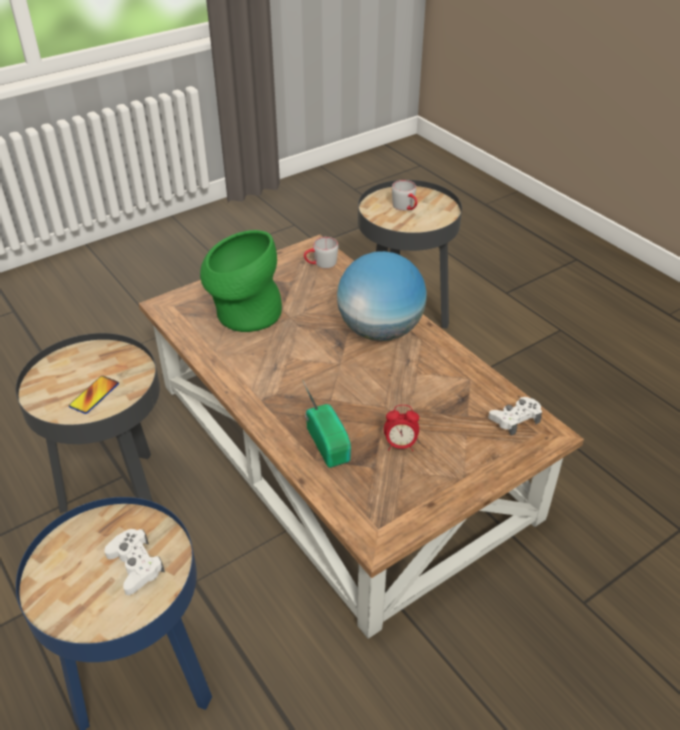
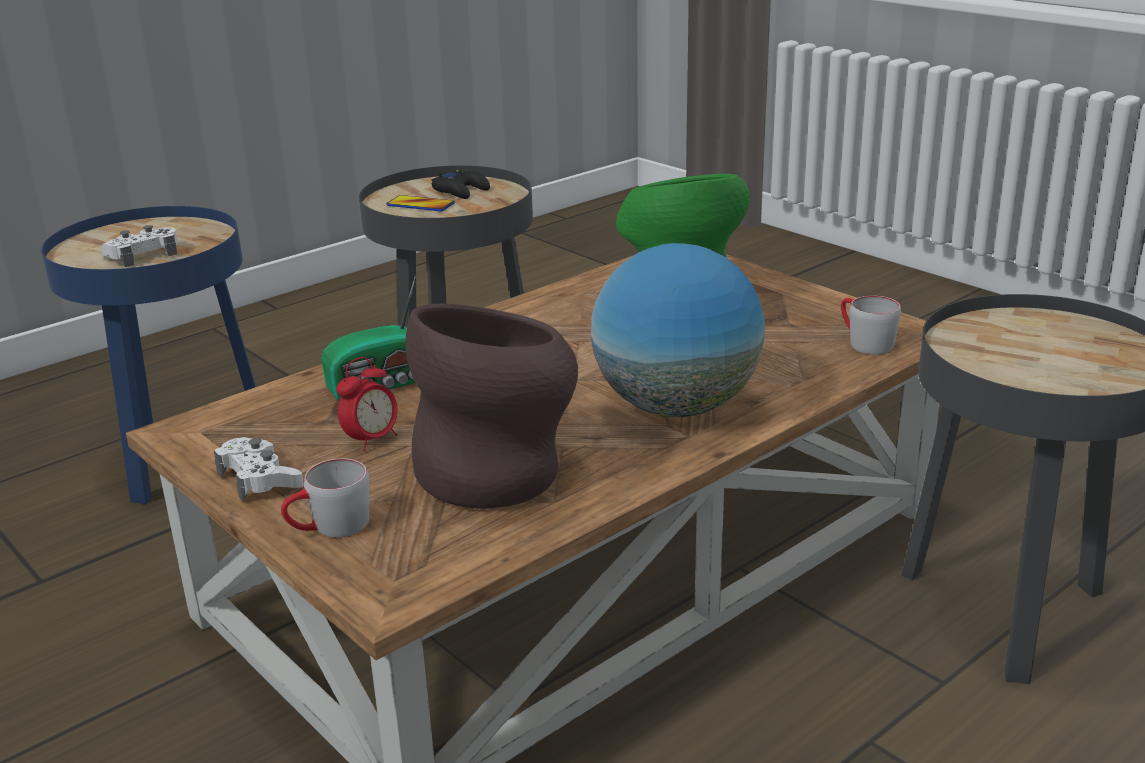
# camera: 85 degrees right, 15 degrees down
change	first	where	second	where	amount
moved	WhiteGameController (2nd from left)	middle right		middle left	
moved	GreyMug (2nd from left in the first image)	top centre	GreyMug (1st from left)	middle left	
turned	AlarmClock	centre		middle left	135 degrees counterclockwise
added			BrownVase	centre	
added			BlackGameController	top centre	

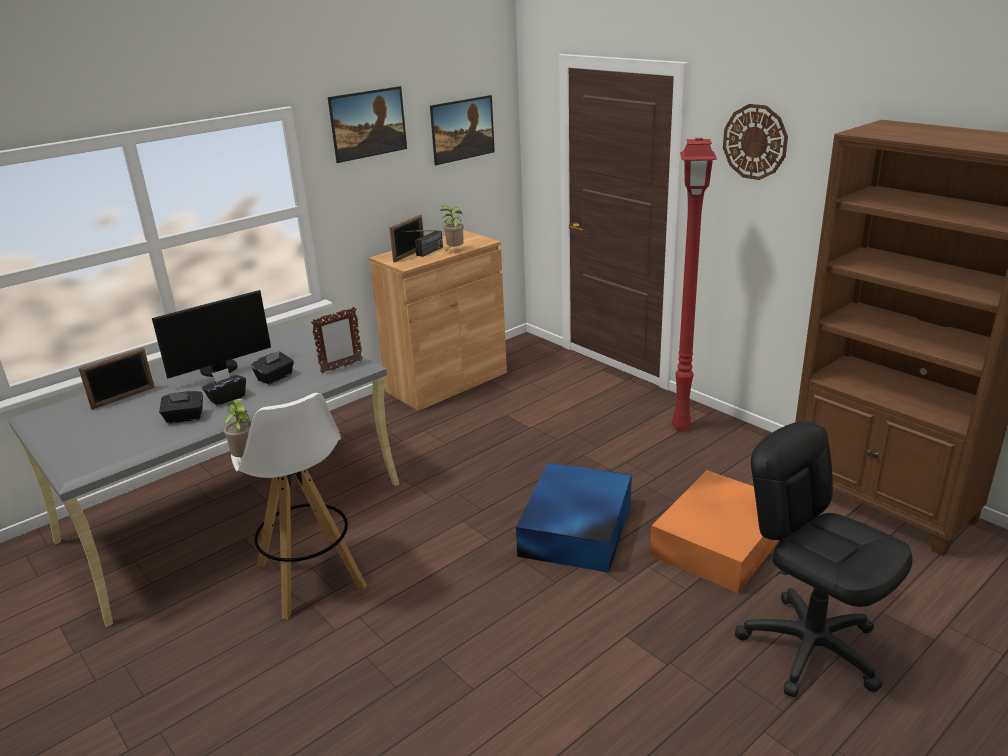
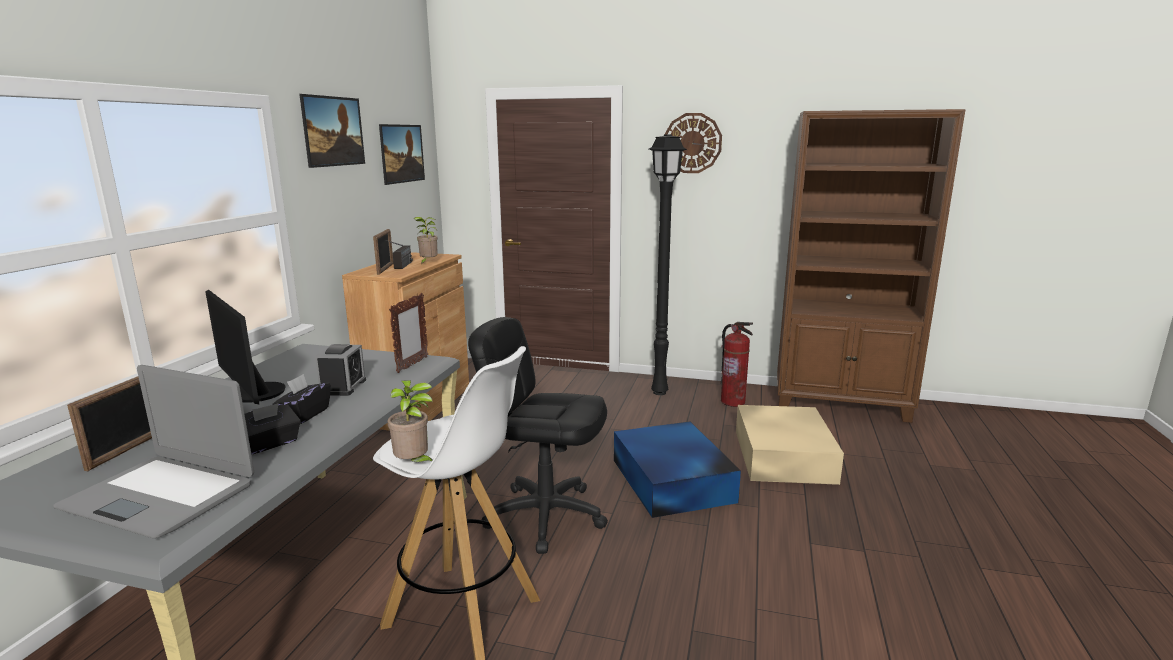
# camera: 35 degrees left, 10 degrees down
change	first	where	second	where	amount
added			Laptop	bottom left	
turned	Monitor	middle left		middle left	120 degrees clockwise
replaced	BlackTissueBox (3rd from left)	middle left	AlarmClock	middle left	
moved	BlackOfficeChair	bottom right		centre	
recoloured	RedFloorLamp	middle right	BlackFloorLamp	centre	
added			FireExtinguisher	centre	
recoloured	OrangeStorageBox	bottom right	BeigeStorageBox	bottom right	

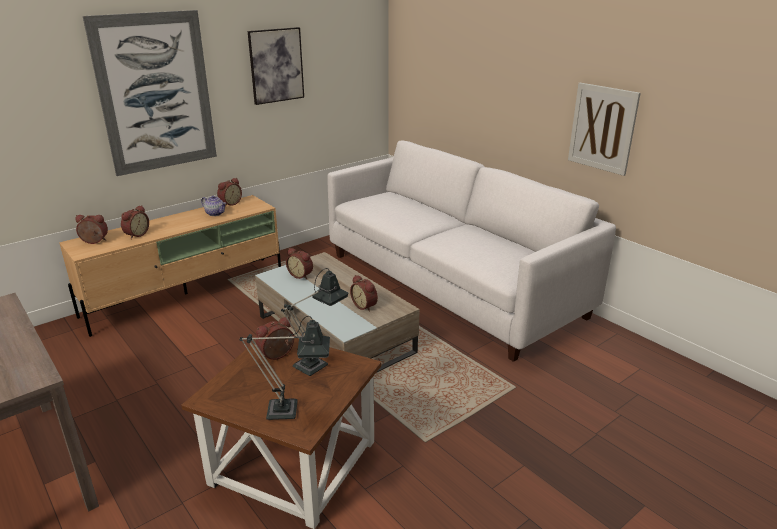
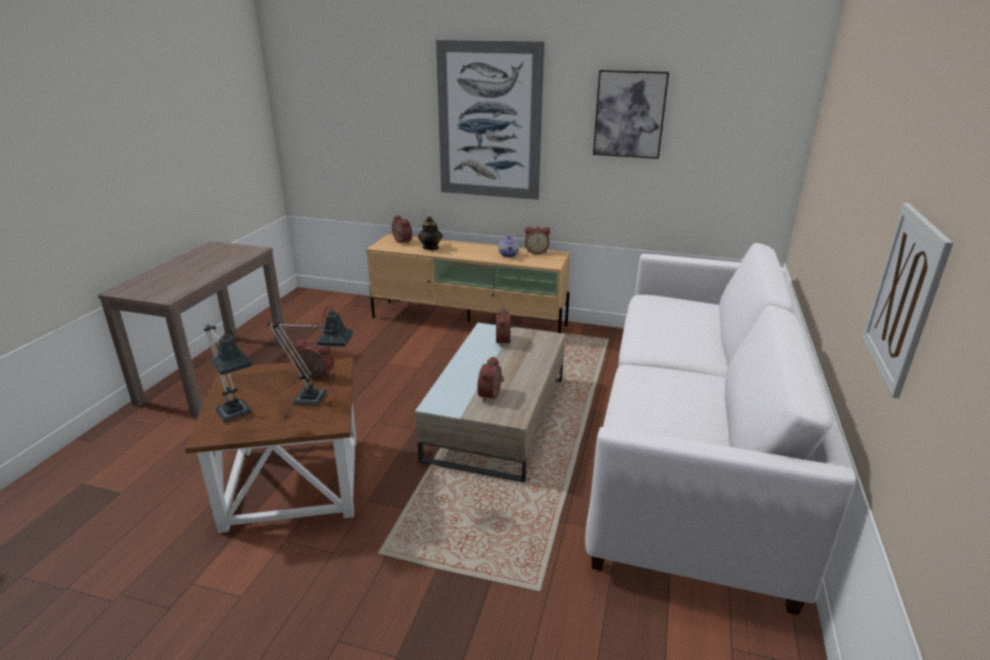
# camera: 55 degrees right, 0 degrees up
change	first	where	second	where	amount
replaced	AlarmClock (2nd from left)	middle left	Teapot (1st from left)	centre	

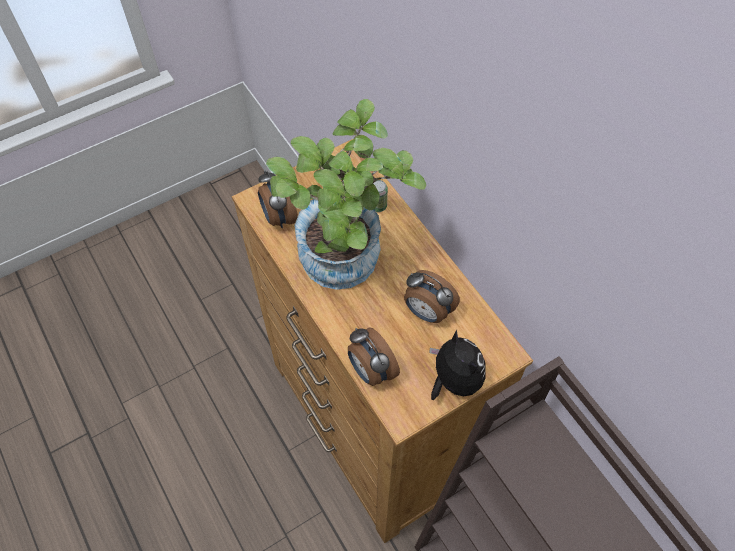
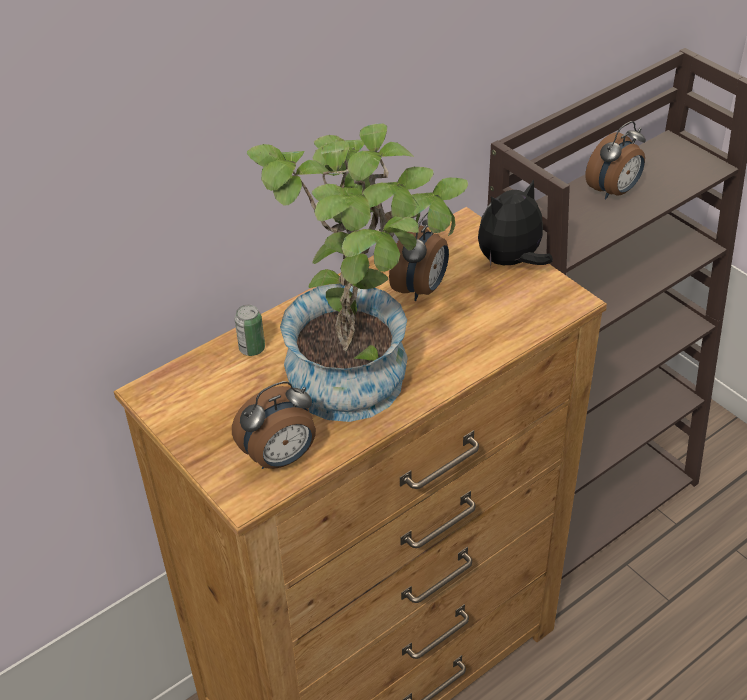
# camera: 95 degrees left, 15 degrees down
change	first	where	second	where	amount
moved	AlarmClock (2nd from left in the first image)	centre	AlarmClock (3rd from left)	top right	

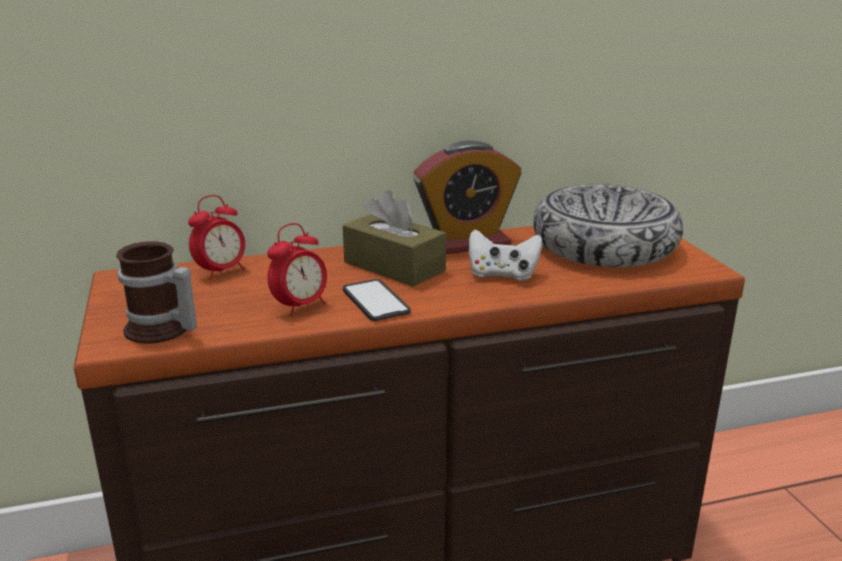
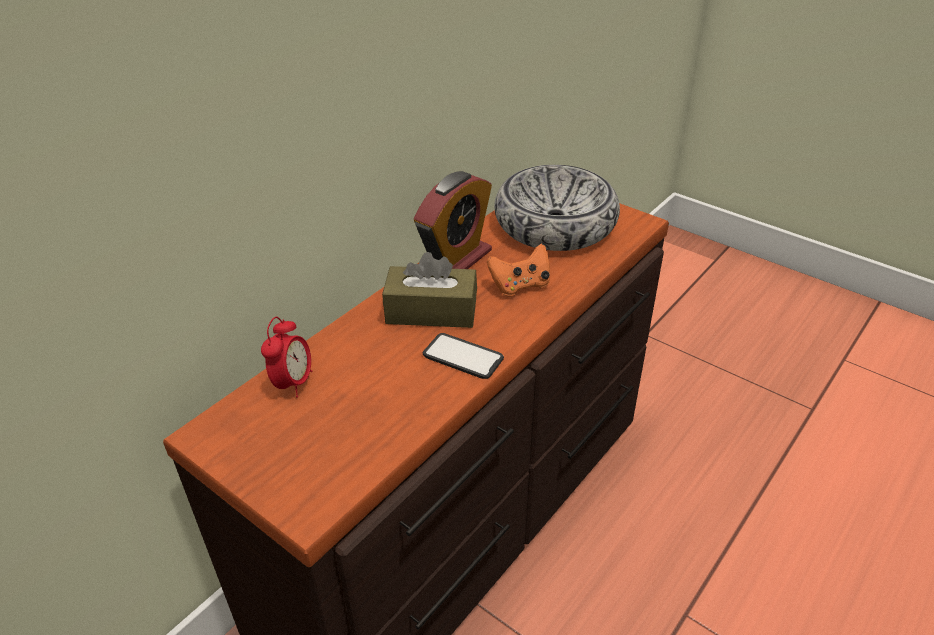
# camera: 35 degrees left, 15 degrees up
change	first	where	second	where	amount
recoloured	WhiteGameController	centre	OrangeGameController	centre	
removed	Mug	middle left			
removed	AlarmClock (2nd from left)	centre			

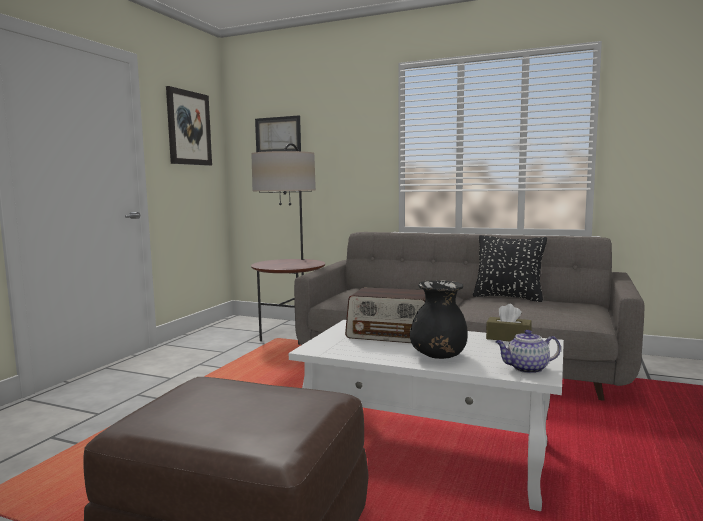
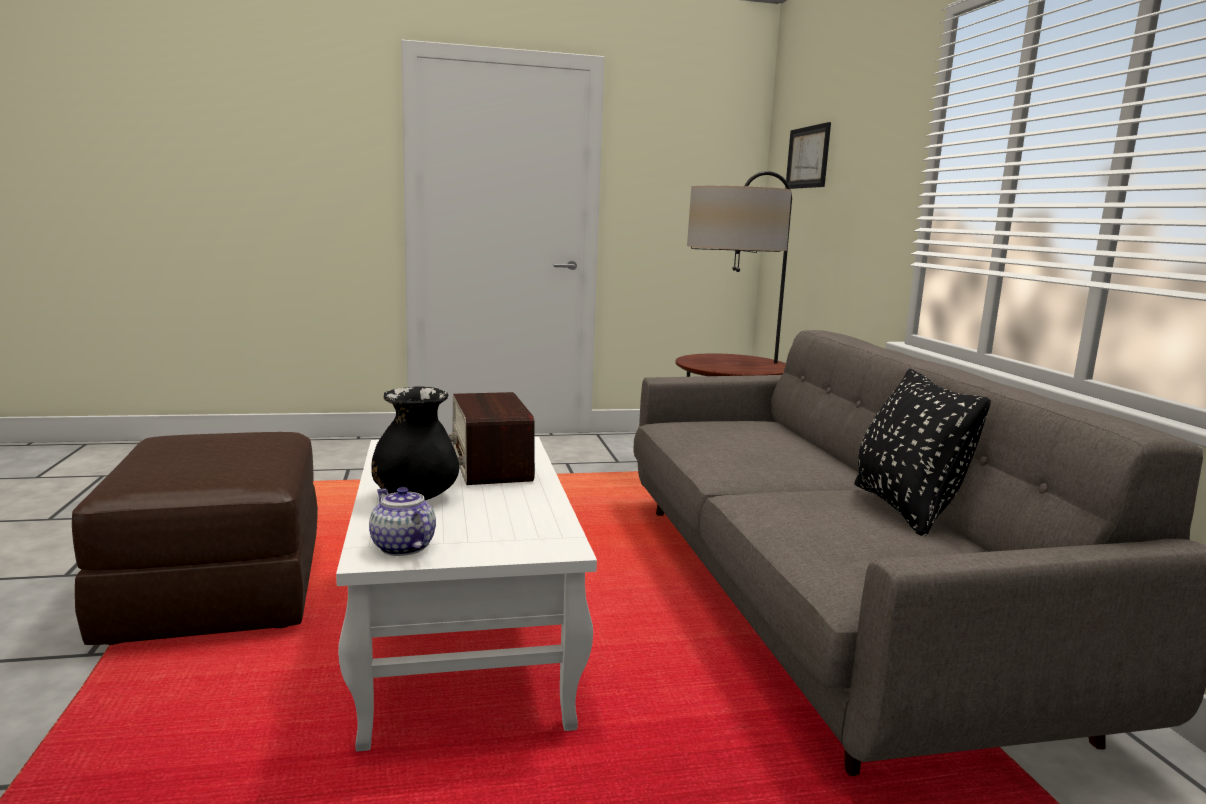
# camera: 55 degrees right, 5 degrees up
change	first	where	second	where	amount
removed	Picture (1st from left)	top left			
removed	BrownTissueBox	middle right			

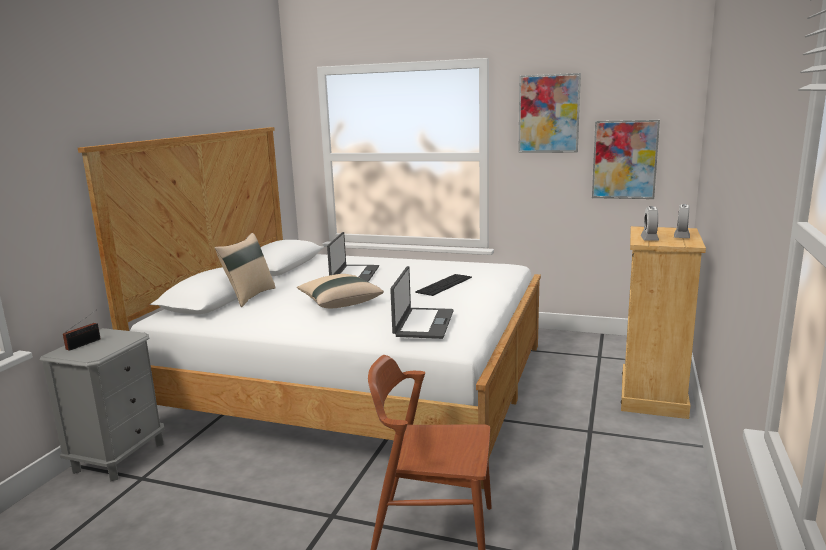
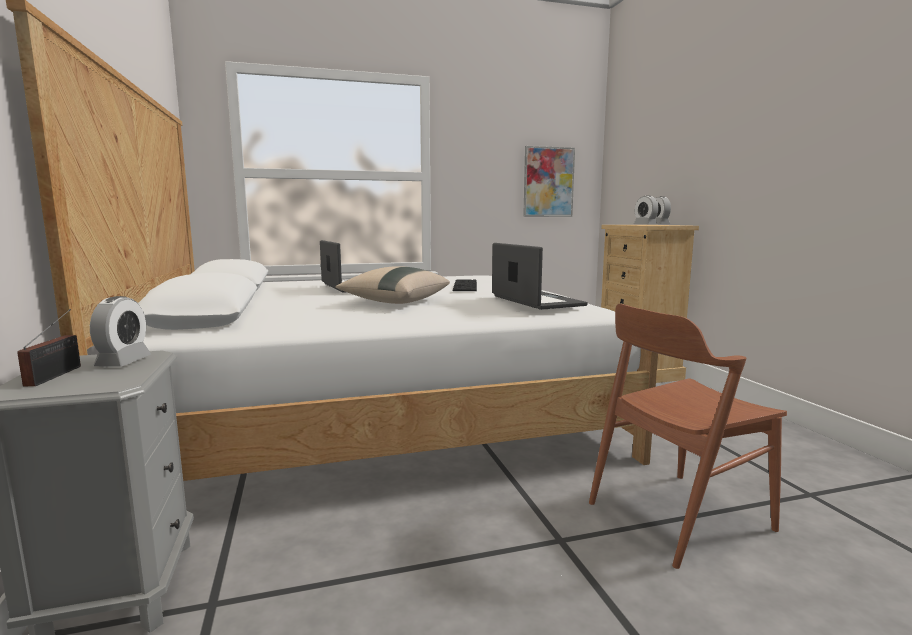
# camera: 35 degrees left, 5 degrees down
change	first	where	second	where	amount
added			AlarmClock (1st from left)	middle left	
removed	BeigePillow (1st from left)	middle left			
removed	Picture (1st from left)	top centre			

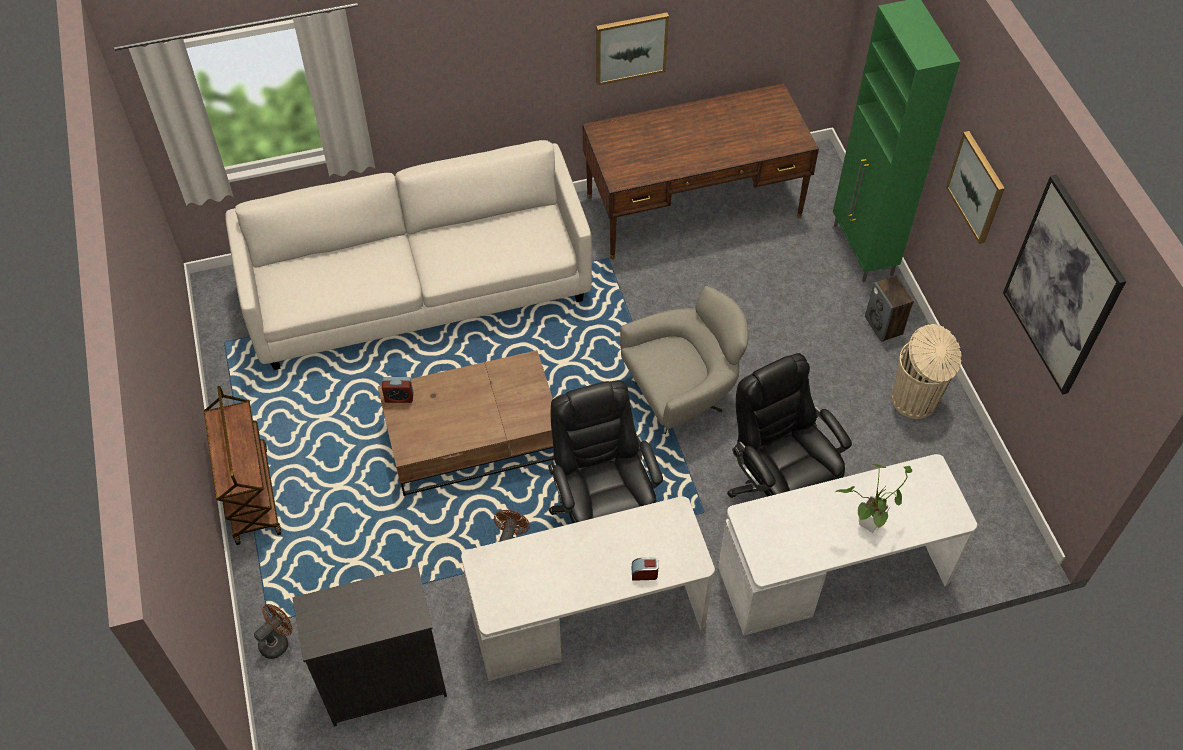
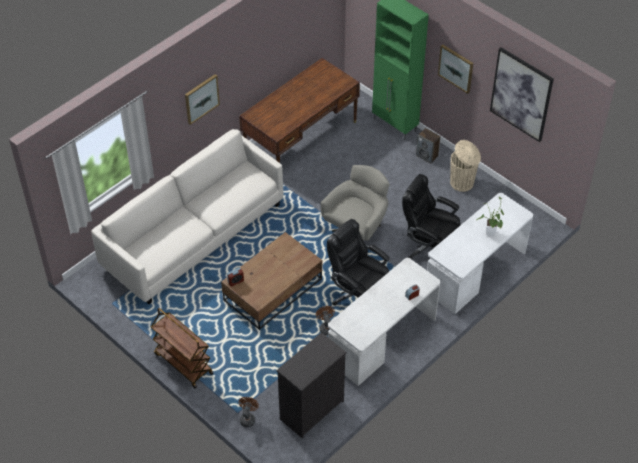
# camera: 30 degrees left, 5 degrees down
change	first	where	second	where	amount
moved	Picture (1st from left)	top centre		top left	

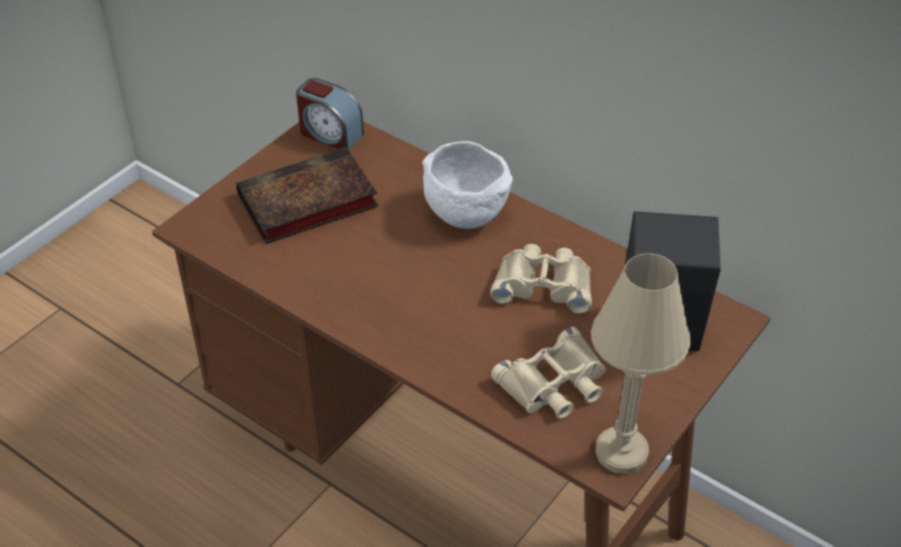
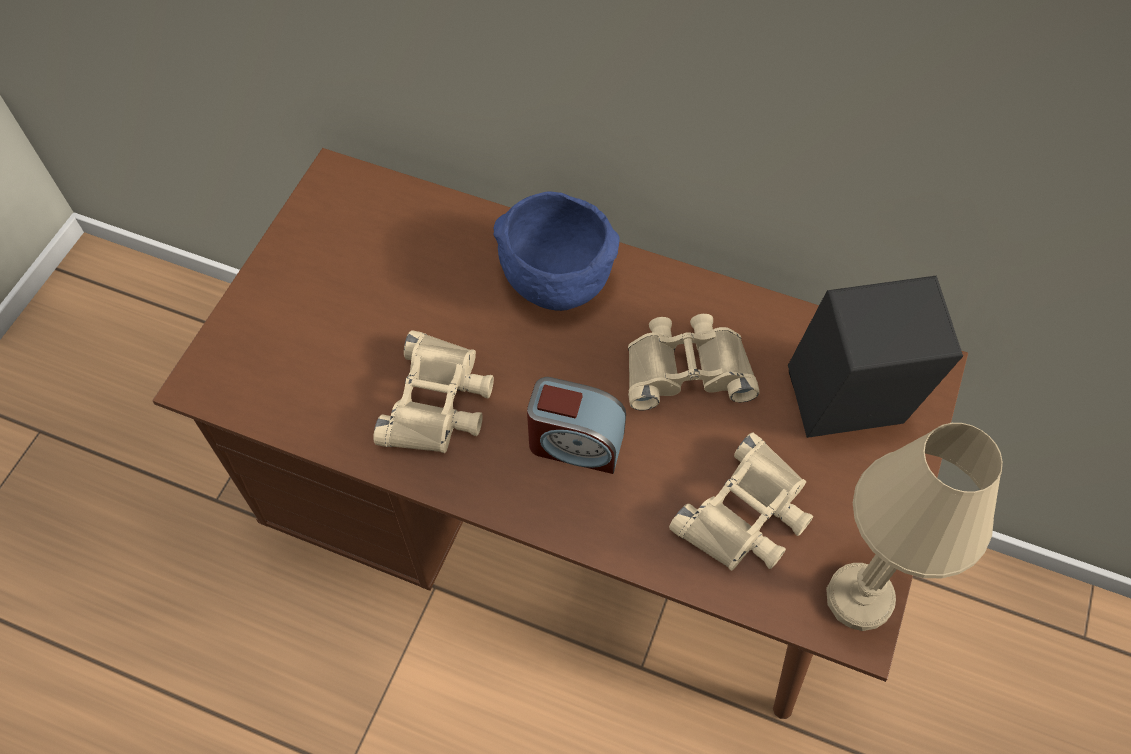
# camera: 15 degrees left, 15 degrees up
change	first	where	second	where	amount
added			BeigeBinoculars (1st from left)	centre	
recoloured	WhiteBowl	centre	BlueBowl	top centre	
moved	AlarmClock	top centre		centre	
removed	Book	centre			

